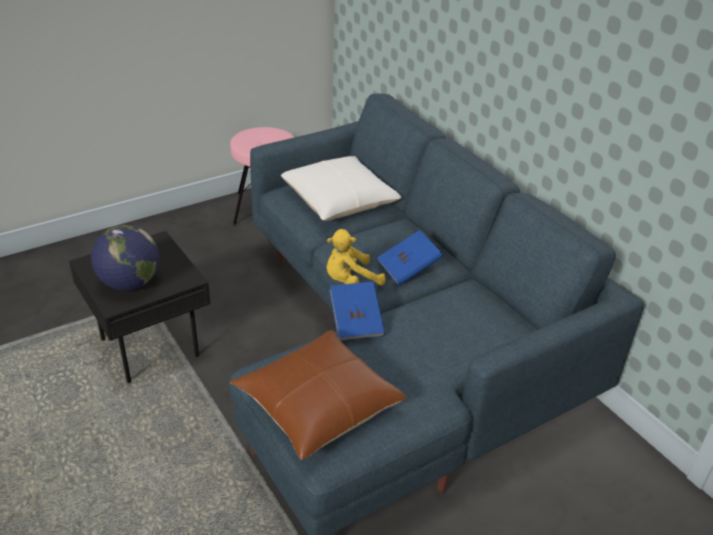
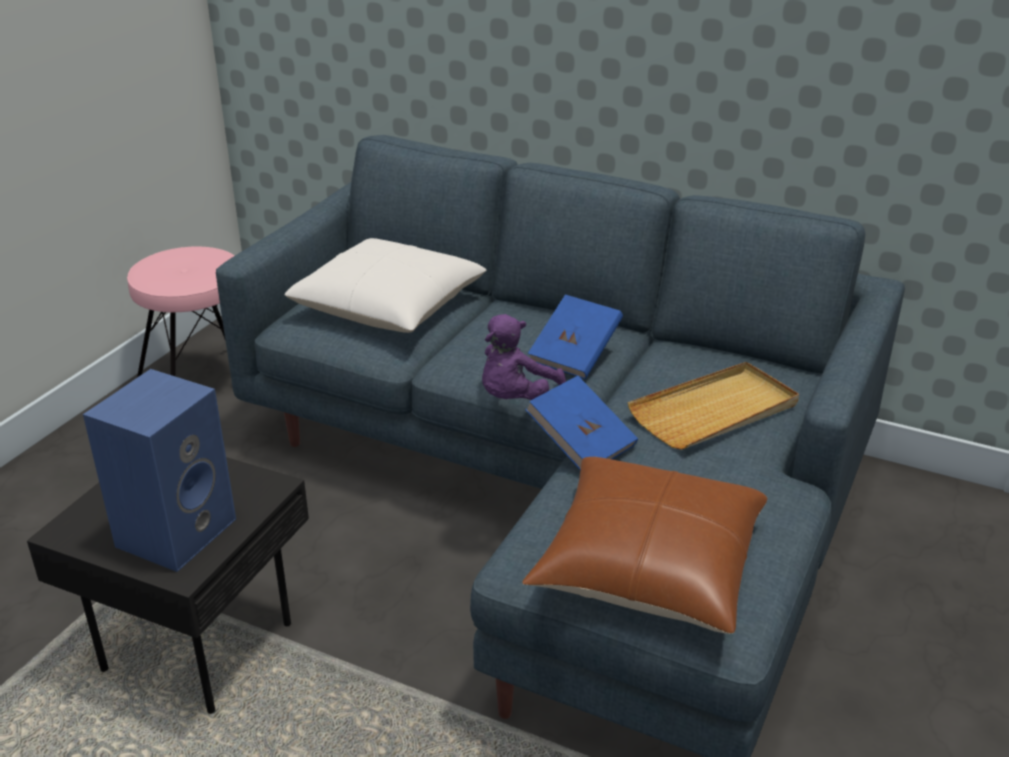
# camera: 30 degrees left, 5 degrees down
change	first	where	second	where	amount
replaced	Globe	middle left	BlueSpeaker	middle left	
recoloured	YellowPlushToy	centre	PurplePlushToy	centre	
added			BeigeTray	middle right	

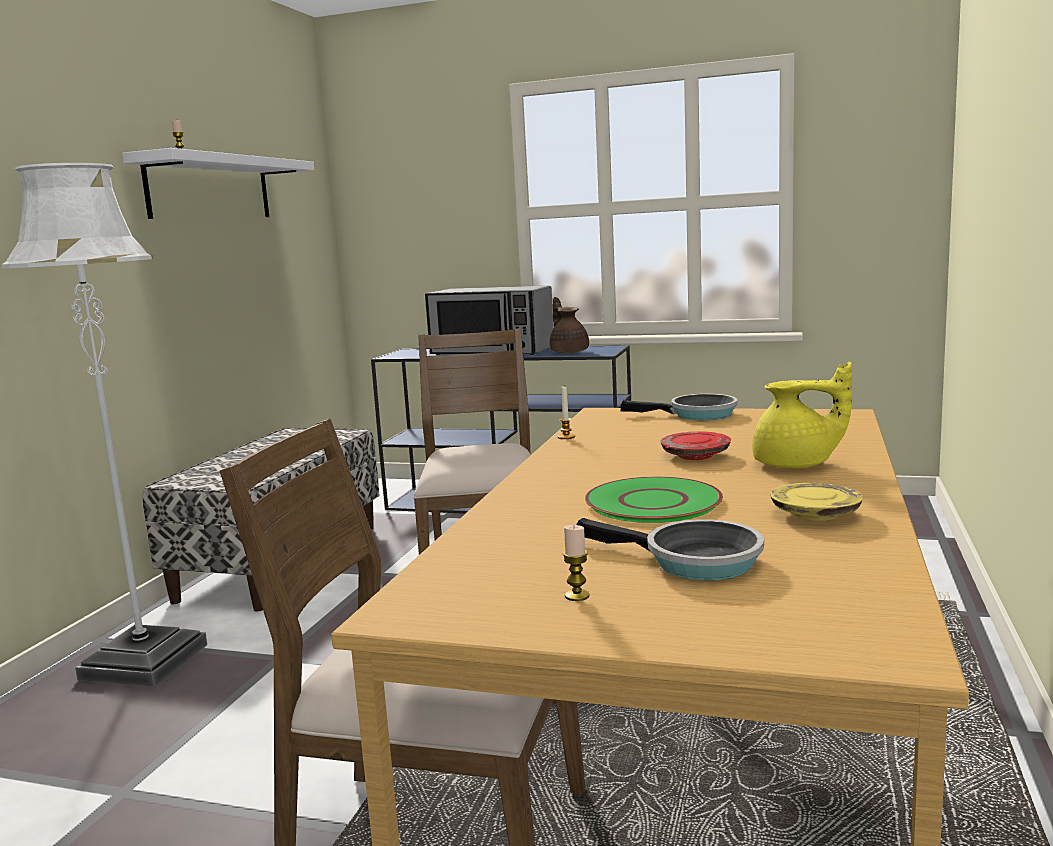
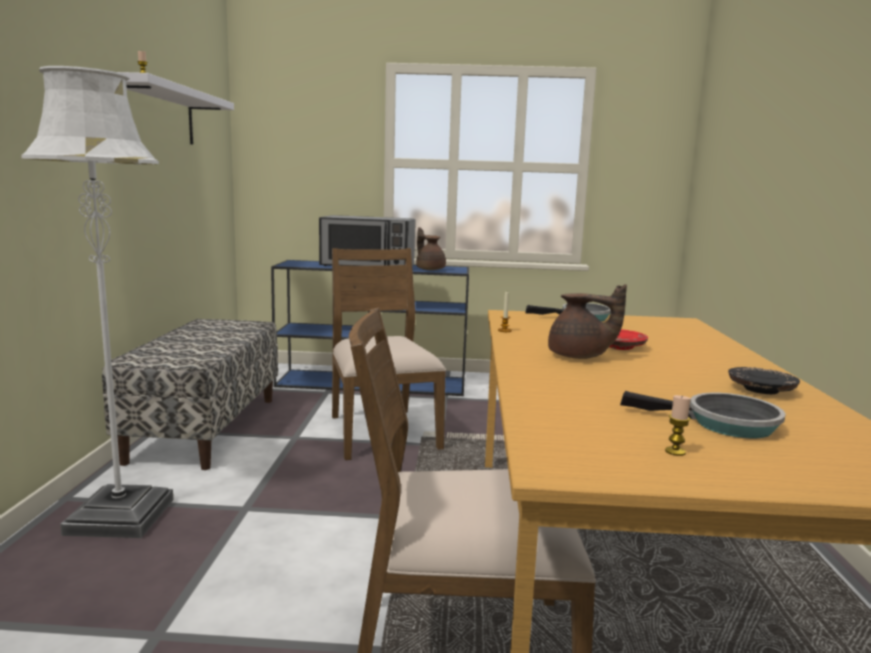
# camera: 15 degrees left, 0 degrees up
change	first	where	second	where	amount
added			BrownTeapot (2nd from left)	middle right	
recoloured	YellowPlate	middle right	BlackPlate	middle right	
removed	GreenPlate	centre			
removed	YellowTeapot	middle right			

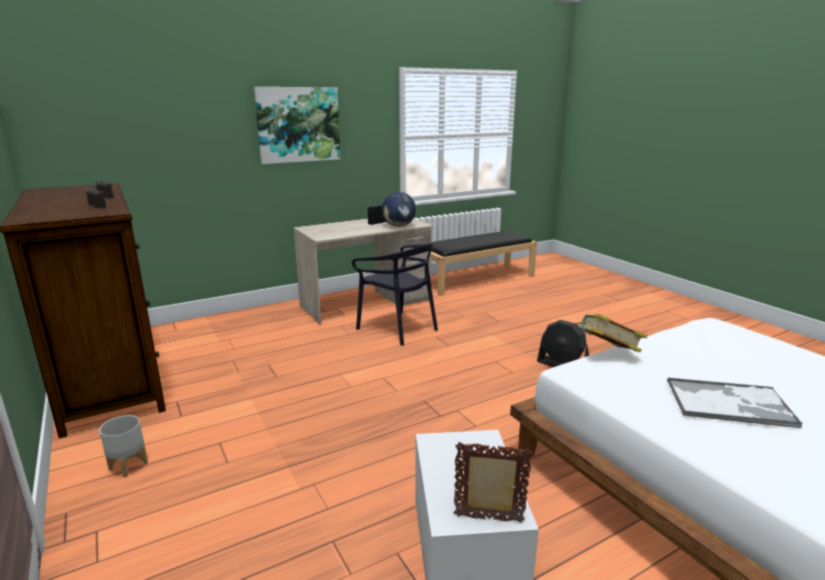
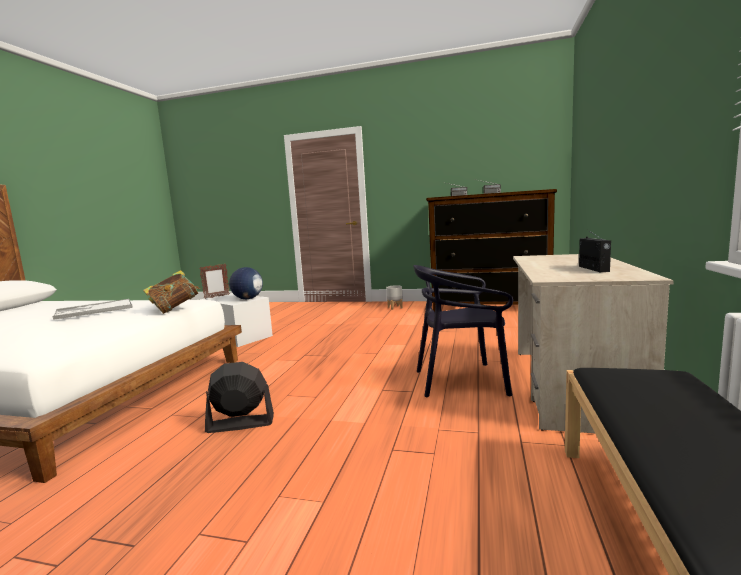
# camera: 135 degrees right, 10 degrees down
change	first	where	second	where	amount
moved	Globe	centre		middle left	
removed	Picture	top centre			

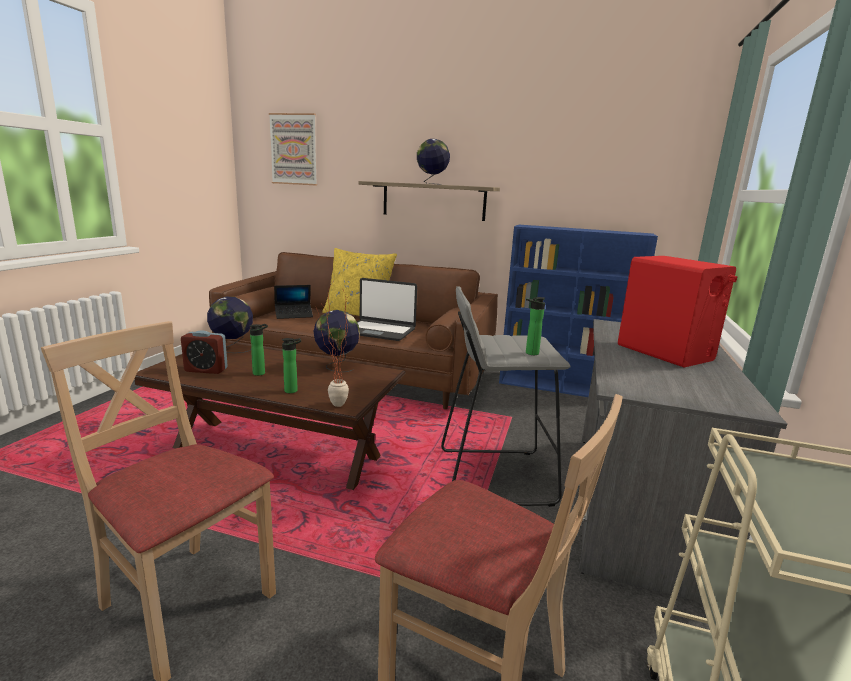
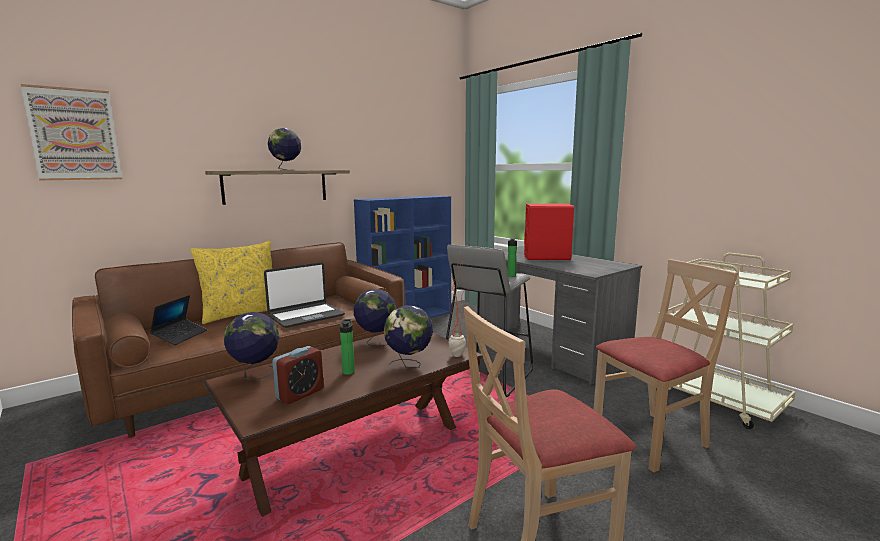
# camera: 55 degrees left, 5 degrees down
change	first	where	second	where	amount
replaced	Bottle (2nd from left)	centre	Globe (4th from left)	centre	

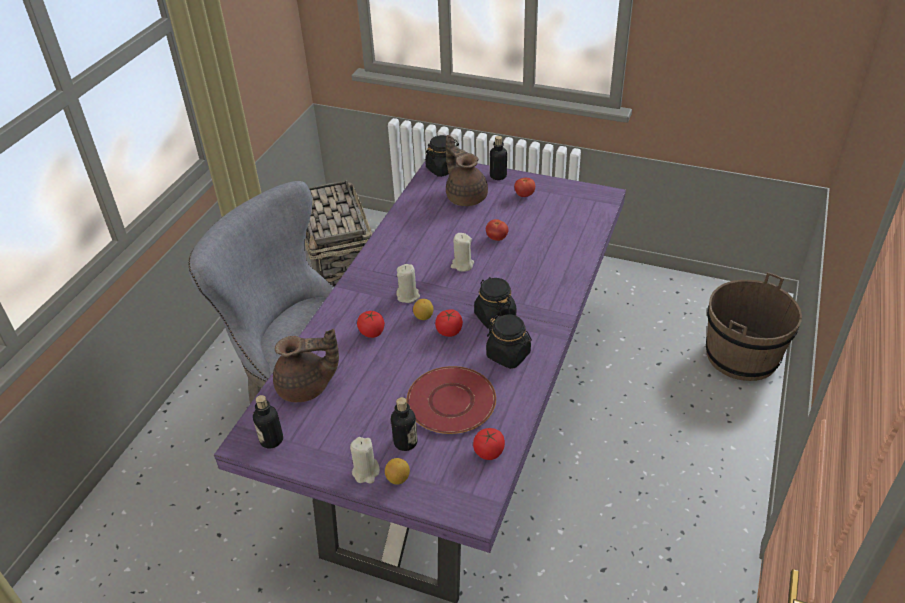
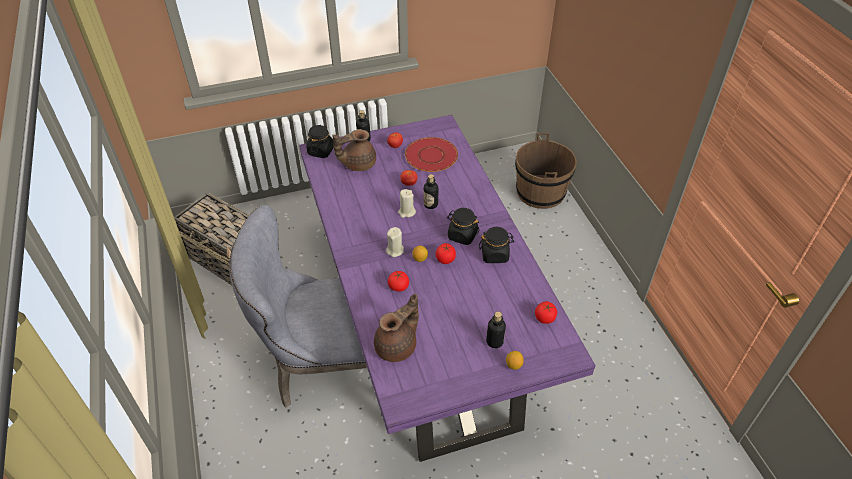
# camera: 40 degrees left, 5 degrees up
change	first	where	second	where	amount
turned	BrownTeapot (2nd from left in the first image)	top centre	BrownTeapot (1st from left)	top centre	45 degrees counterclockwise
moved	RedPlate	centre		top centre	
moved	Bottle (1st from left in the first image)	bottom left	Bottle (2nd from left)	centre	
removed	BeigeCandle (1st from left)	bottom centre			

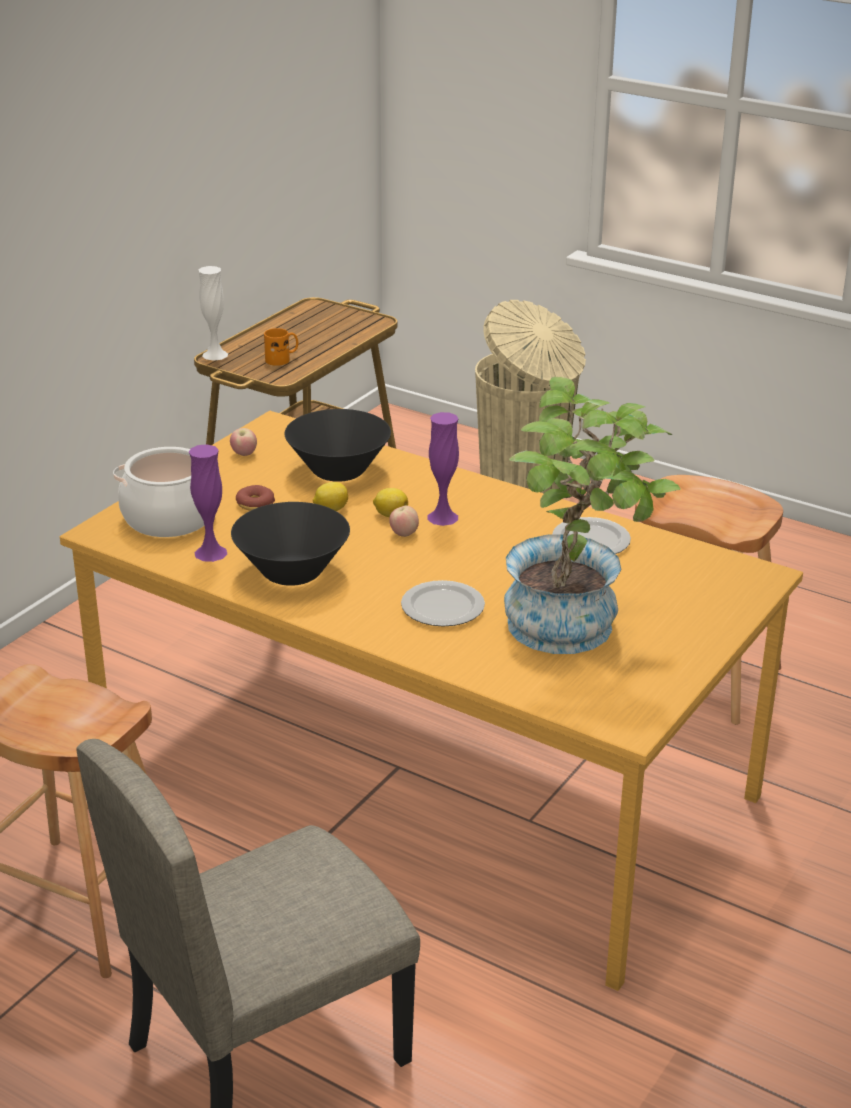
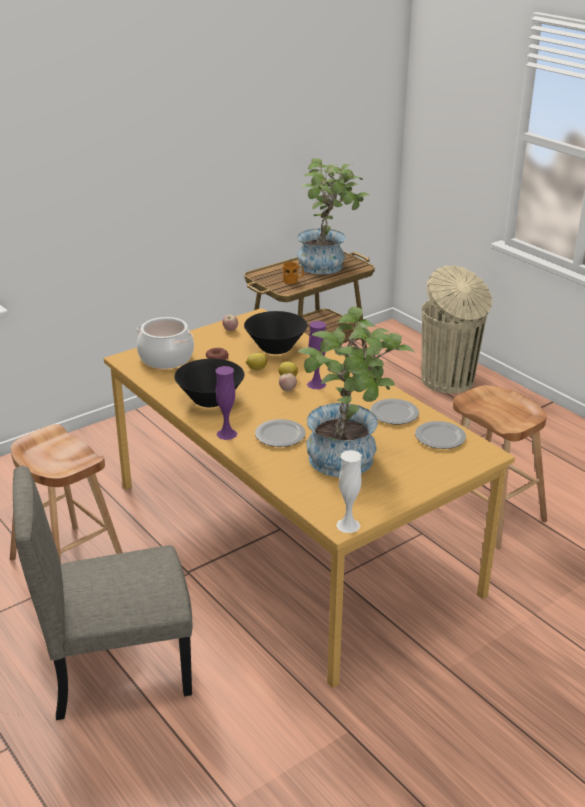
# camera: 20 degrees right, 0 degrees up
change	first	where	second	where	amount
moved	PurpleVase (1st from left)	middle left		centre	
added			PottedPlant (1st from left)	top centre	
moved	WhiteVase	top left		centre	
added			Plate (3rd from left)	middle right	

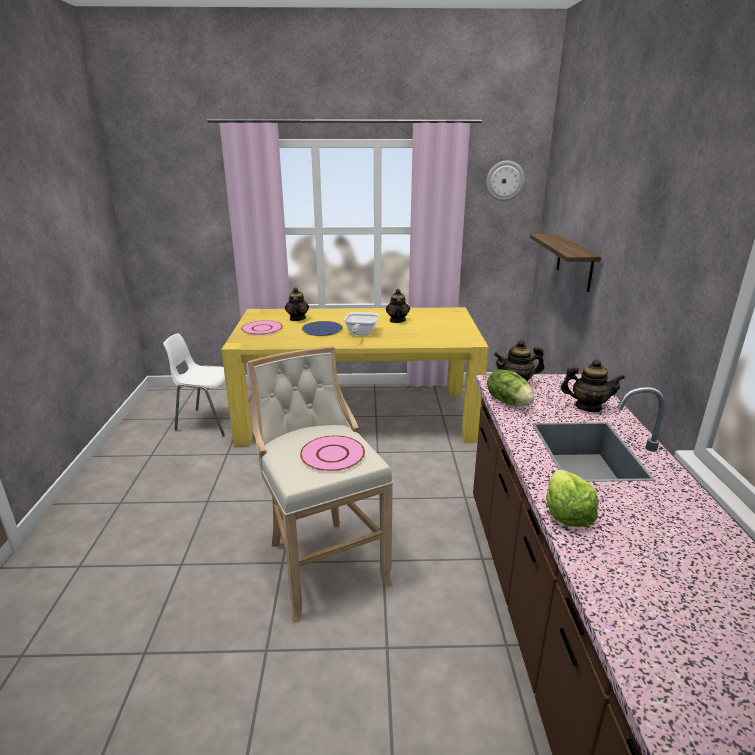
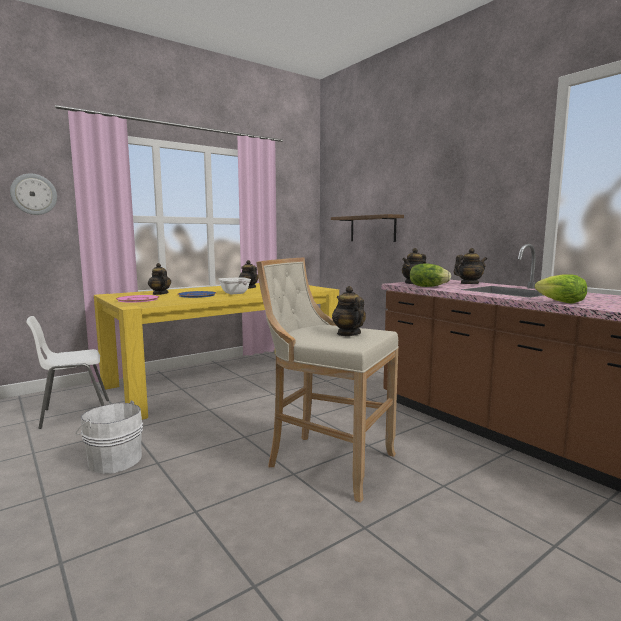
# camera: 35 degrees left, 15 degrees down
change	first	where	second	where	amount
moved	WallClock	top right		top left	
added			WhiteBucket	bottom left	
replaced	PinkPlate (2nd from left)	centre	Teapot (3rd from left)	centre	

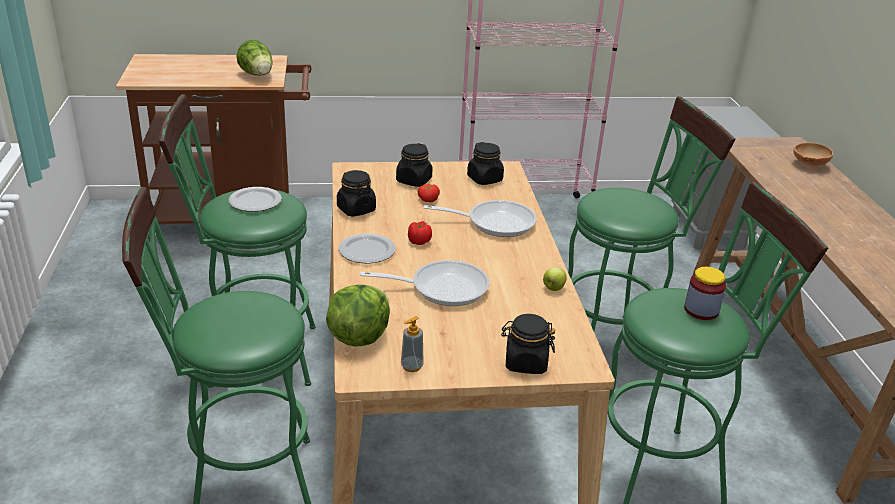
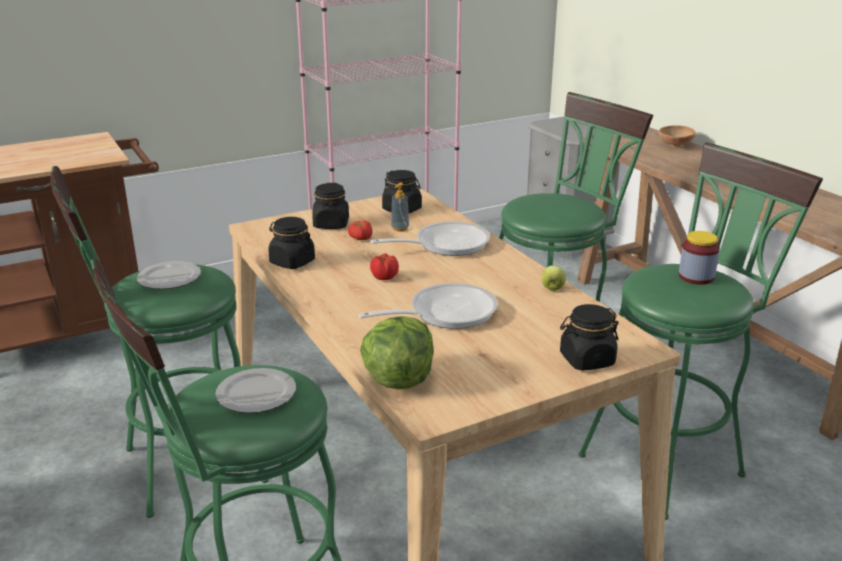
# camera: 20 degrees left, 5 degrees down
change	first	where	second	where	amount
moved	Plate (2nd from left)	centre		bottom left	
moved	SoapDispenser	bottom centre		centre	
removed	Lettuce (1st from left)	top left			

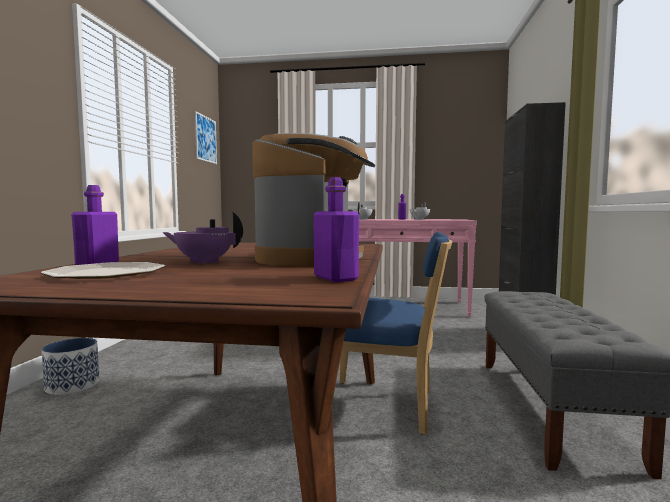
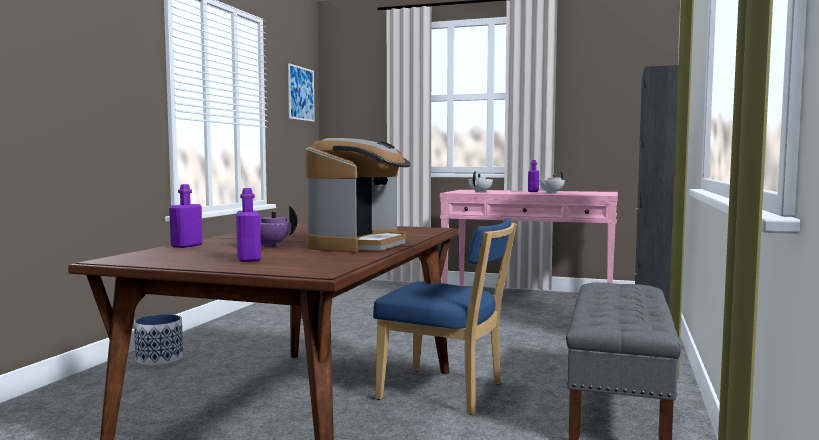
# camera: 10 degrees right, 0 degrees up
change	first	where	second	where	amount
moved	PurpleBottle (2nd from left)	centre		middle left	
removed	Plate	middle left			

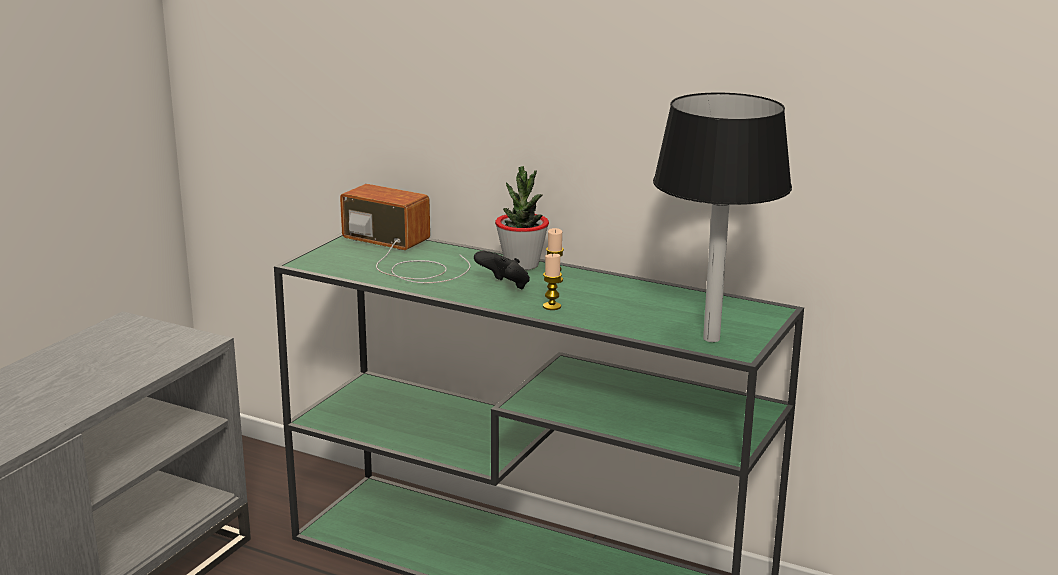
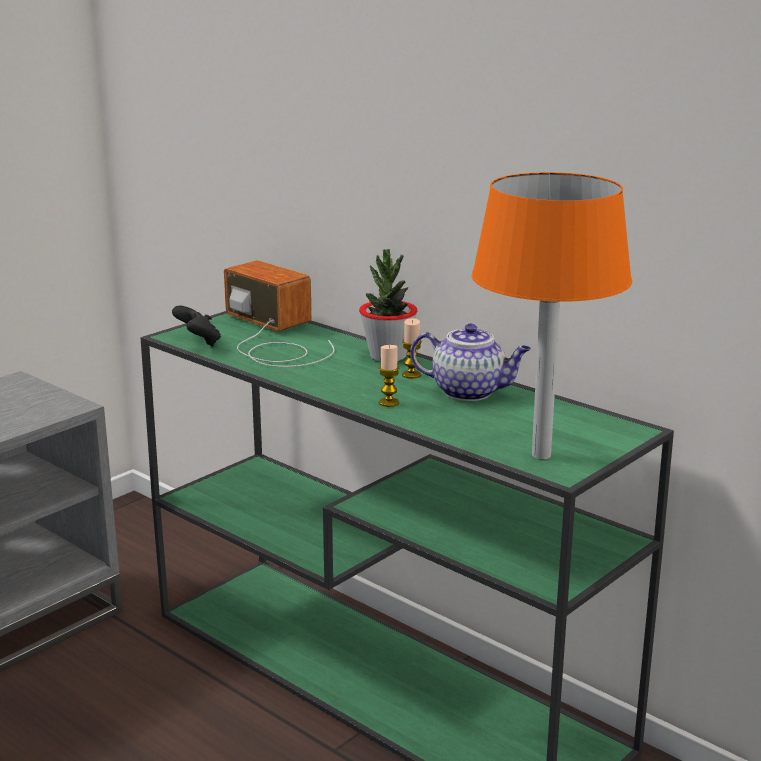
# camera: 15 degrees right, 0 degrees up
change	first	where	second	where	amount
moved	BlackGameController	centre		middle left	
added			Teapot	centre	
recoloured	BlackTableLamp	middle right	OrangeTableLamp	middle right	

